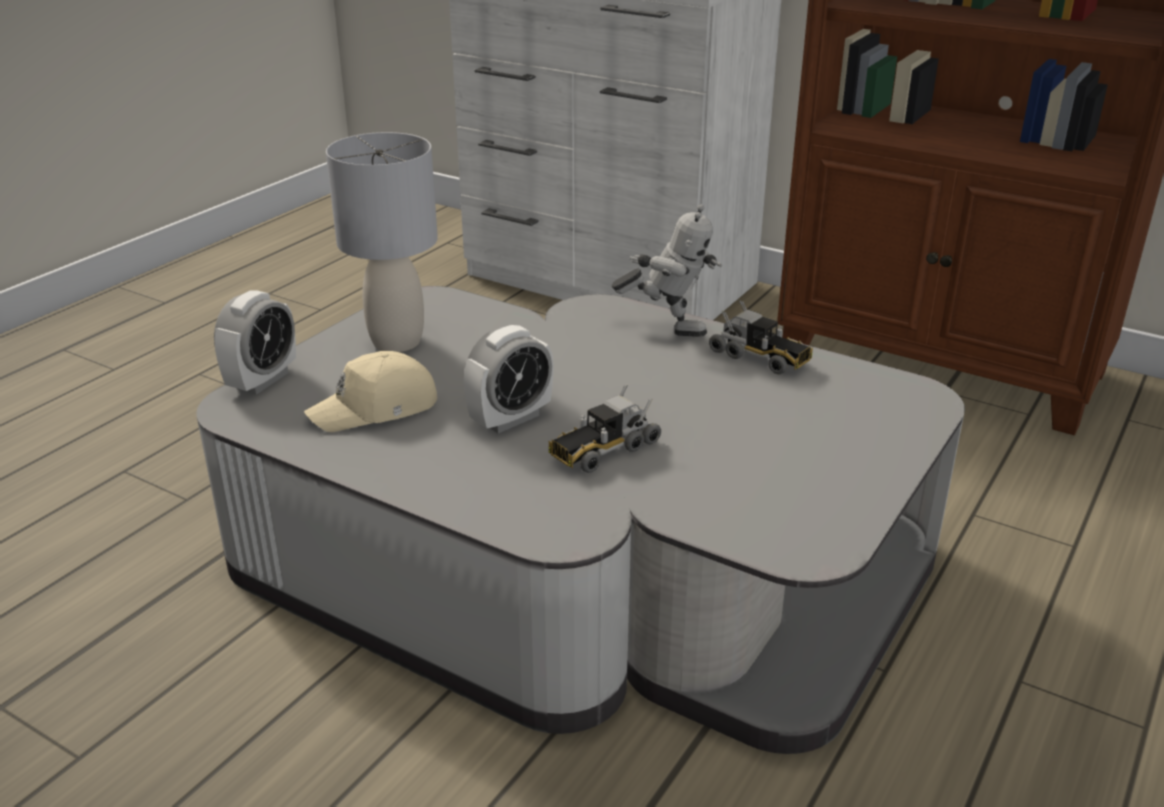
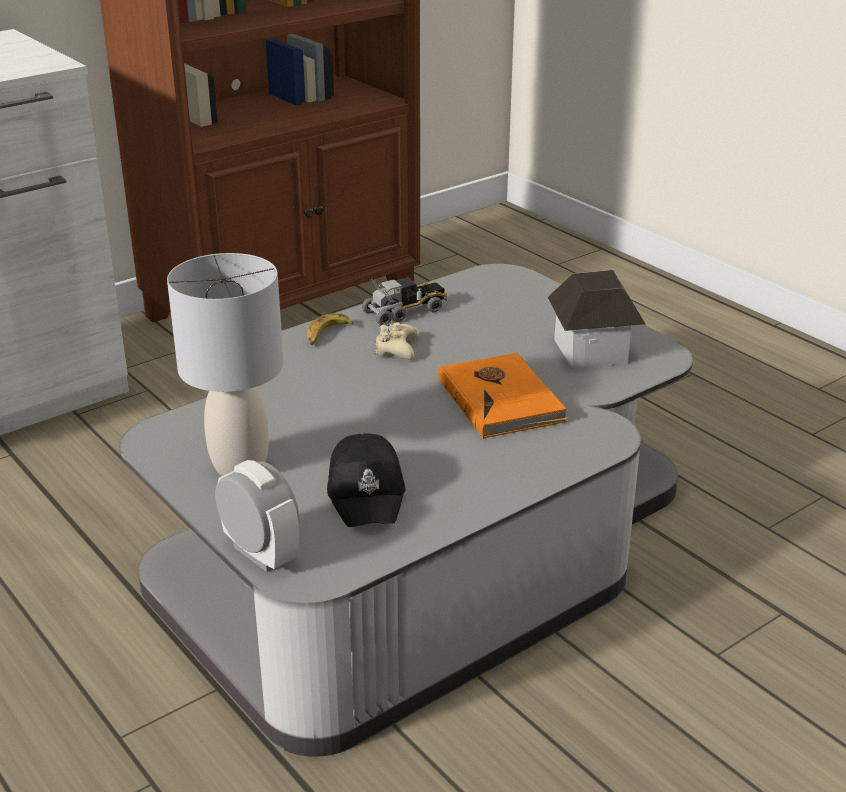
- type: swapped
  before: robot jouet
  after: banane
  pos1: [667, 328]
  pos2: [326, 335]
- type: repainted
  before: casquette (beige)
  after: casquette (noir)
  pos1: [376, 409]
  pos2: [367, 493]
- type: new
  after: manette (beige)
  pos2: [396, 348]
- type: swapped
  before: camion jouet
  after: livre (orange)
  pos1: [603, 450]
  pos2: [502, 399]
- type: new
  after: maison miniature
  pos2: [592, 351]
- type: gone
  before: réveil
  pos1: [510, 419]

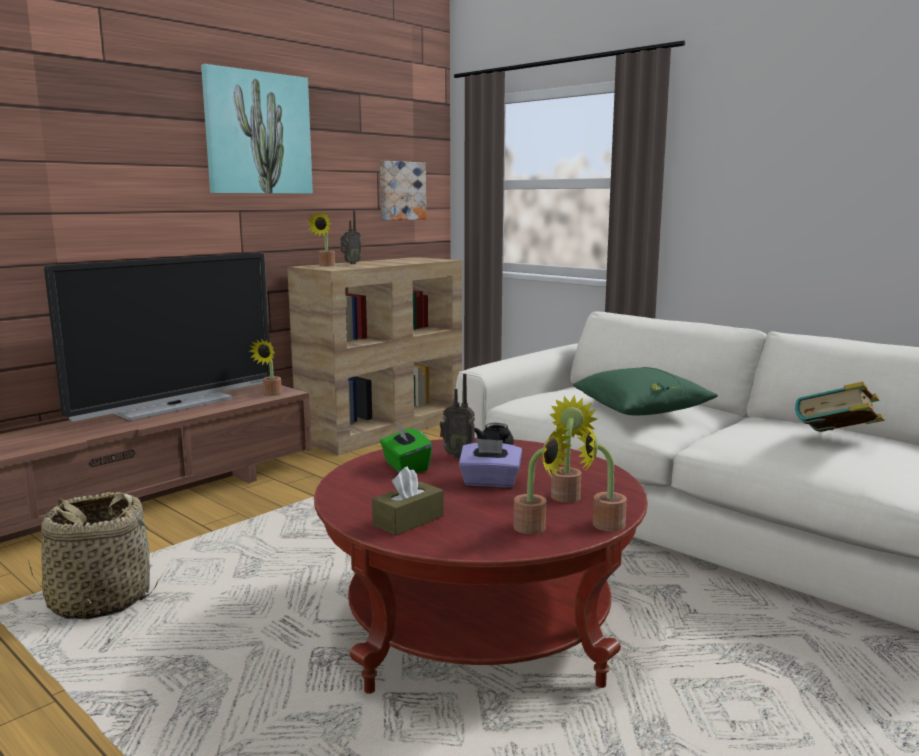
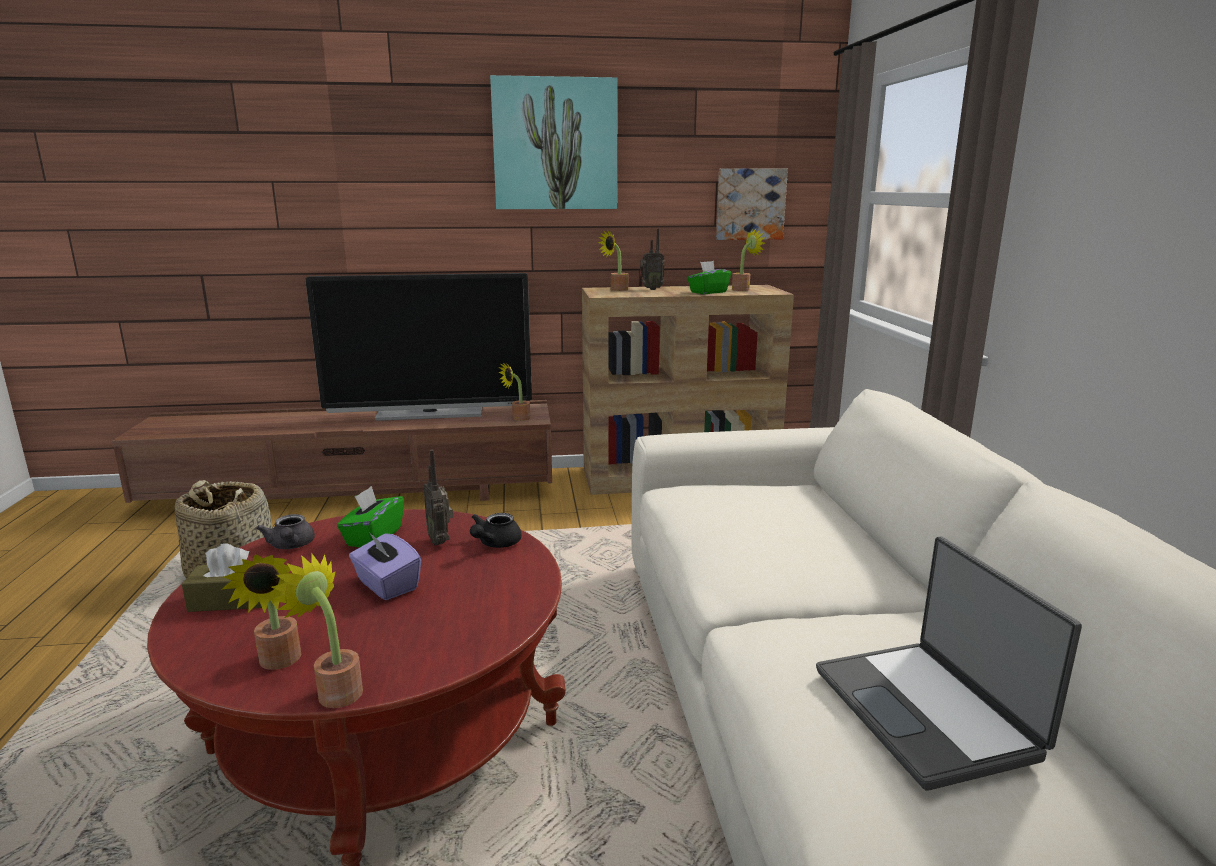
- type: new
  after: théière (gris)
  pos2: [291, 546]
- type: new
  after: boîte à mouchoirs (vert)
  pos2: [708, 292]
- type: shifted
  before: plante en pot
  pos1: [567, 494]
  pos2: [743, 289]
- type: swapped
  before: livre
  after: ordinateur portable
  pos1: [836, 441]
  pos2: [927, 712]
- type: gone
  before: coussin (vert)
  pos1: [641, 410]

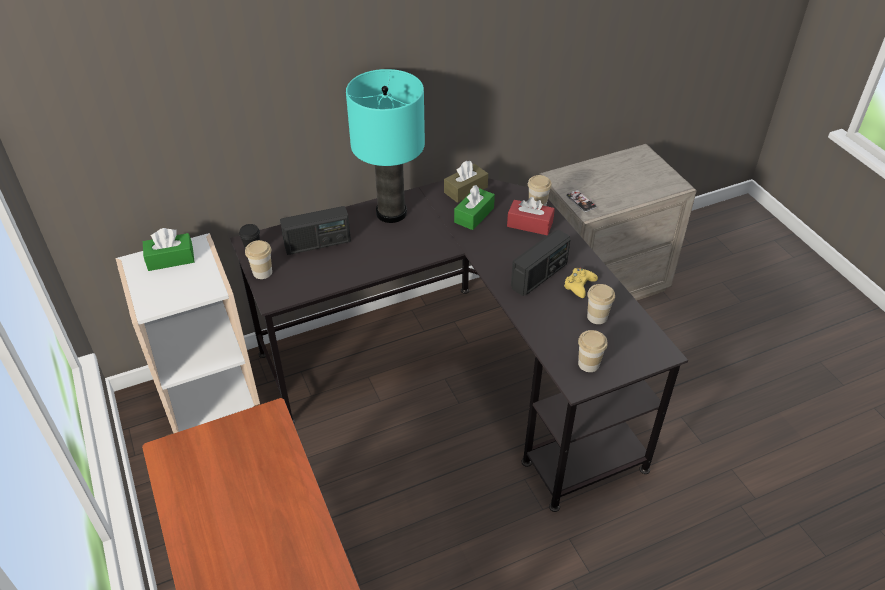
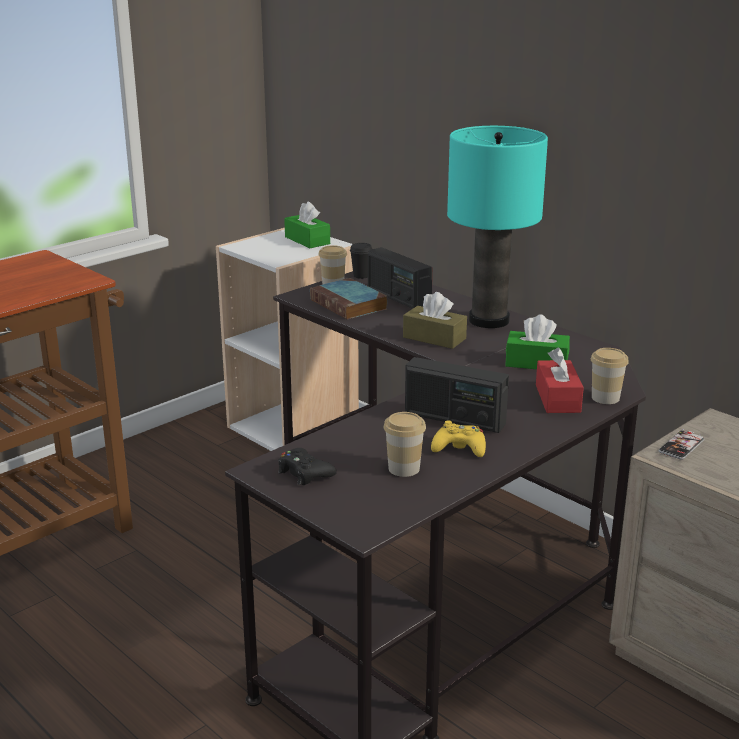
- type: swapped
  before: tasse
  after: manette (noir)
  pos1: [588, 364]
  pos2: [304, 473]
- type: new
  after: livre
  pos2: [350, 305]
- type: shifted
  before: boîte à mouchoirs (marron)
  pos1: [465, 190]
  pos2: [434, 338]

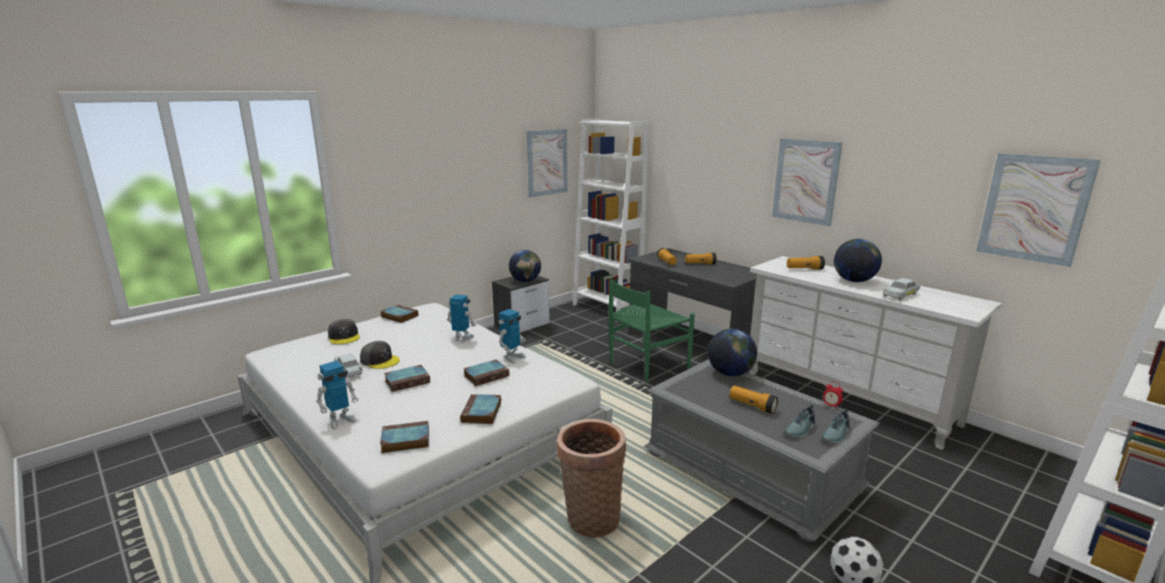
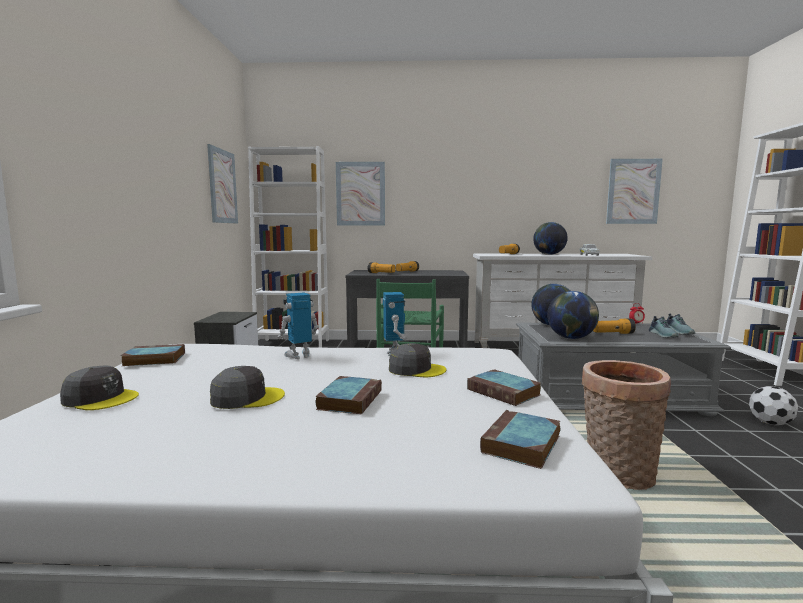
- type: shifted
  before: tableau
  pos1: [805, 181]
  pos2: [360, 194]
- type: swapped
  before: livre
  after: casquette (gris)
  pos1: [487, 375]
  pos2: [416, 369]
- type: shifted
  before: globe
  pos1: [525, 281]
  pos2: [571, 338]
- type: gone
  before: robot jouet
  pos1: [340, 420]
- type: gone
  before: petite voiture (blanc)
  pos1: [348, 371]

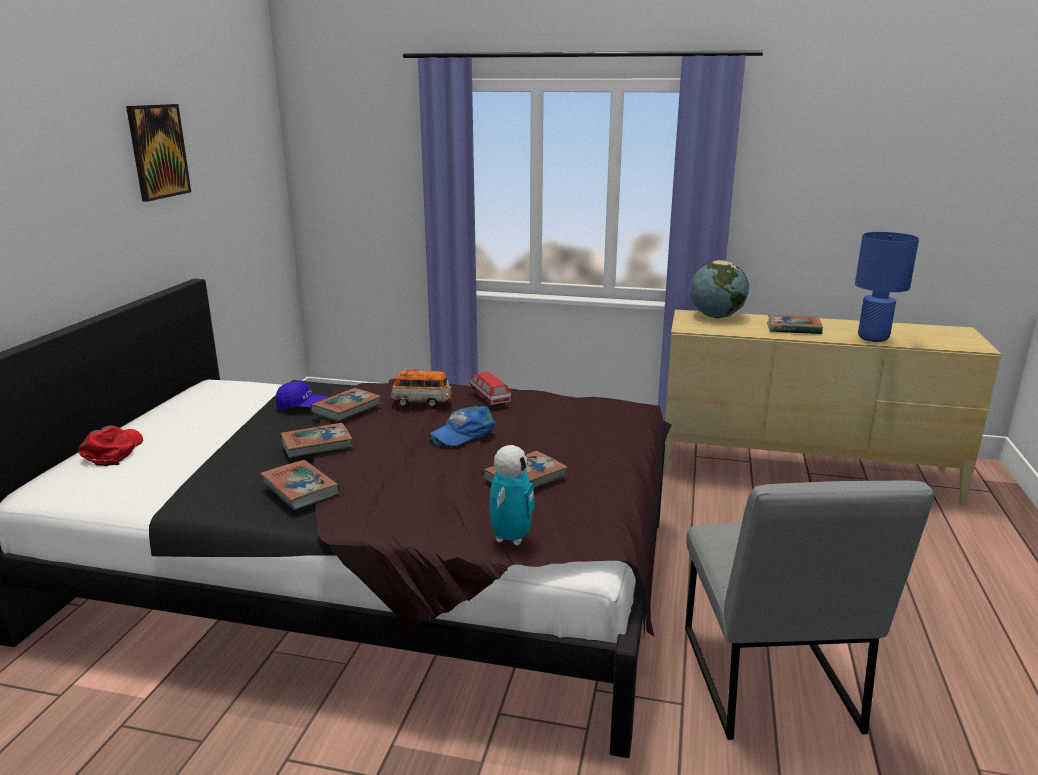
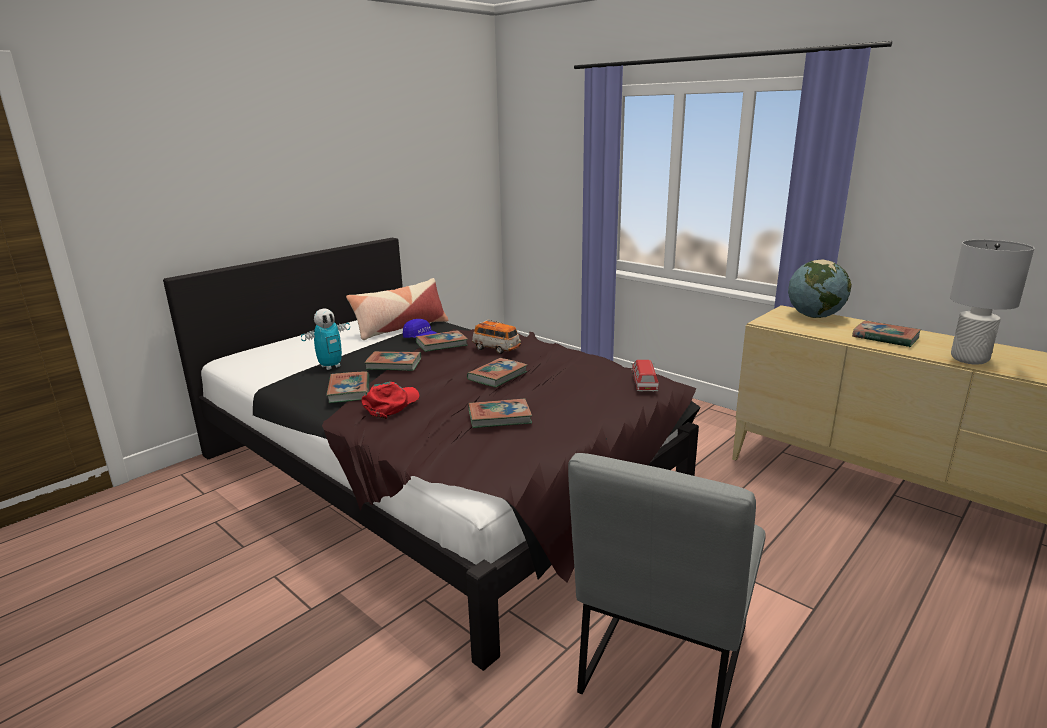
- type: shifted
  before: robot jouet
  pos1: [511, 538]
  pos2: [331, 366]
- type: new
  after: coussin
  pos2: [401, 328]
- type: shifted
  before: casquette (rouge)
  pos1: [114, 451]
  pos2: [391, 404]
- type: swapped
  before: casquette (bleu)
  after: livre
  pos1: [463, 433]
  pos2: [497, 376]
- type: shifted
  before: petite voiture
  pos1: [489, 397]
  pos2: [644, 384]
- type: repainted
  before: lampe de table (bleu)
  after: lampe de table (gris)
  pos1: [873, 340]
  pos2: [969, 361]
- type: gone
  before: tableau
  pos1: [158, 151]

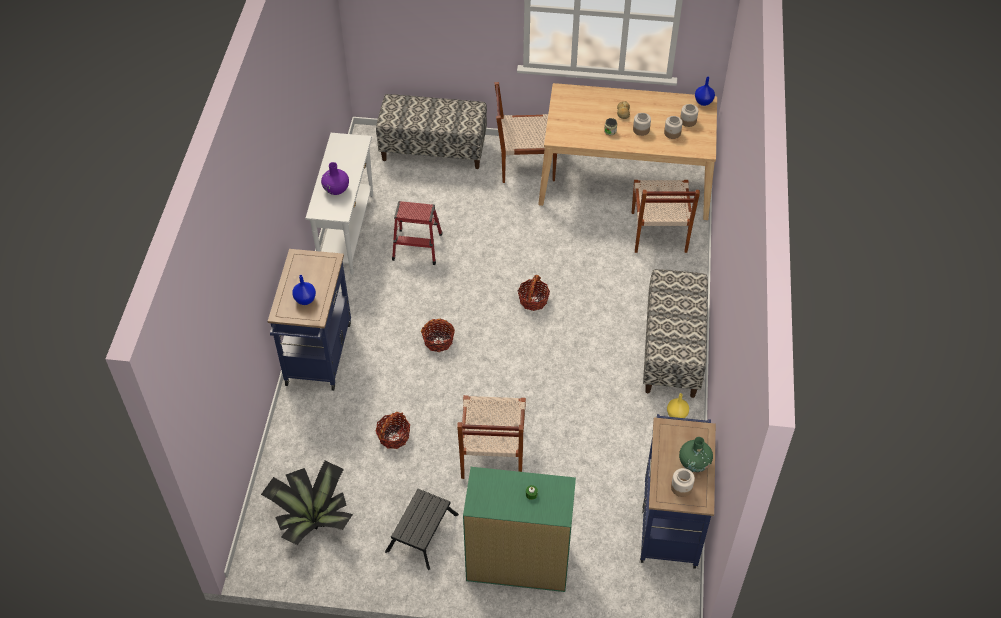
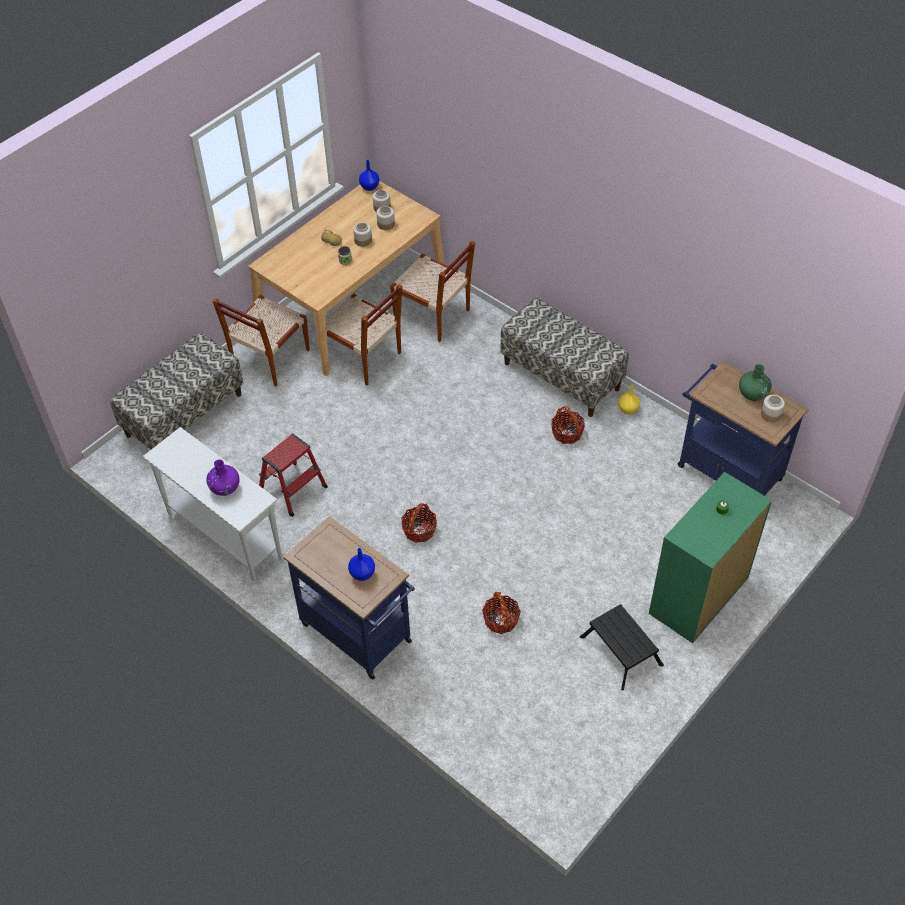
- type: shifted
  before: chaise
  pos1: [492, 455]
  pos2: [363, 358]
- type: shifted
  before: panier
  pos1: [533, 300]
  pos2: [567, 433]
- type: gone
  before: plante en pot
  pos1: [312, 517]

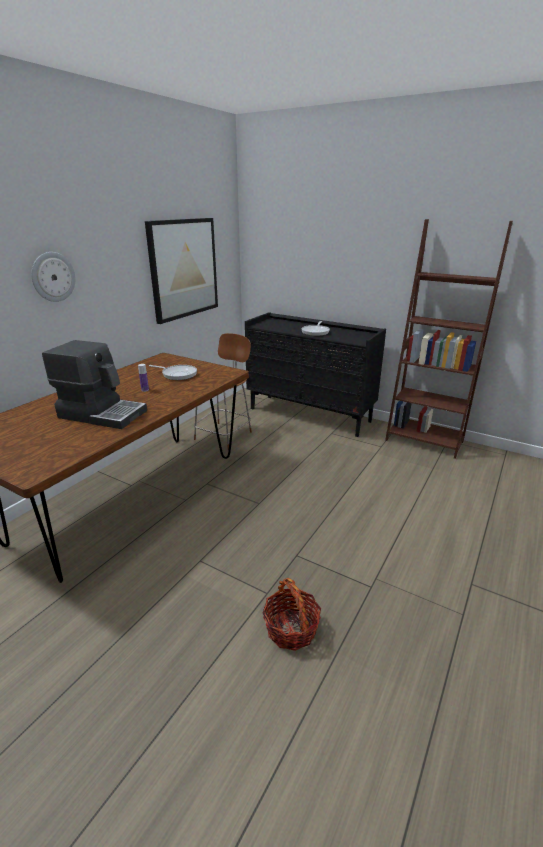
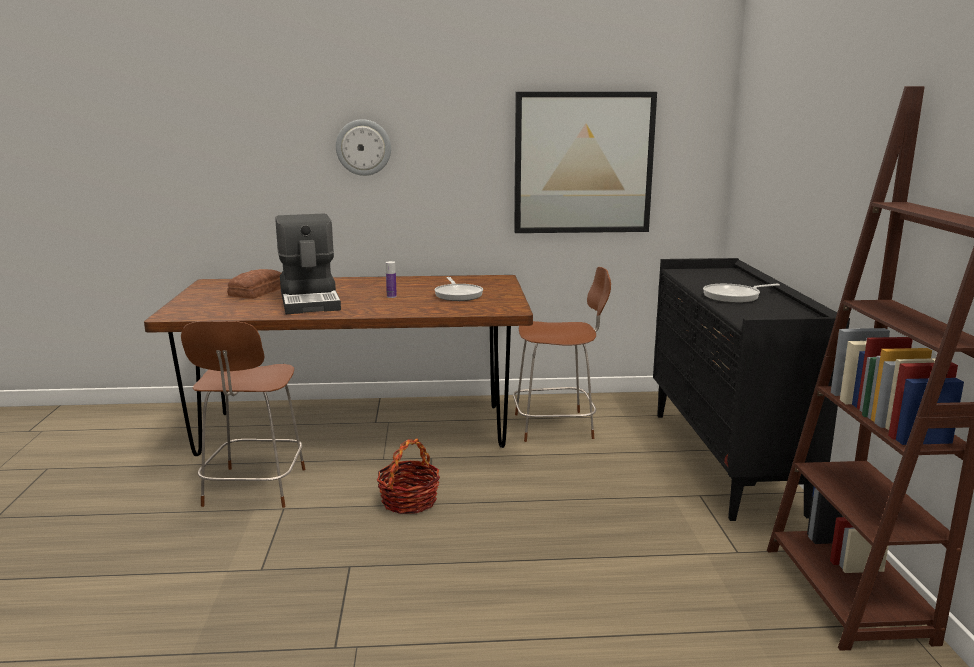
- type: new
  after: chaise (marron)
  pos2: [254, 489]
- type: new
  after: pain
  pos2: [258, 292]
- type: shifted
  before: panier
  pos1: [291, 629]
  pos2: [409, 501]

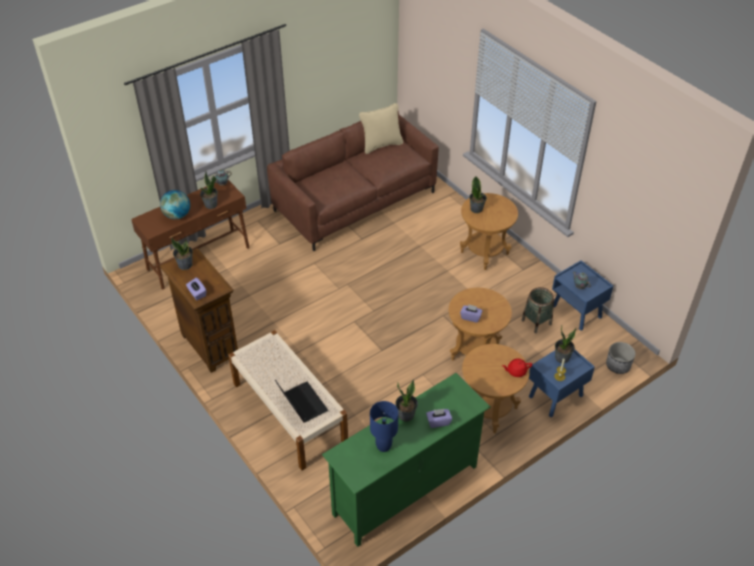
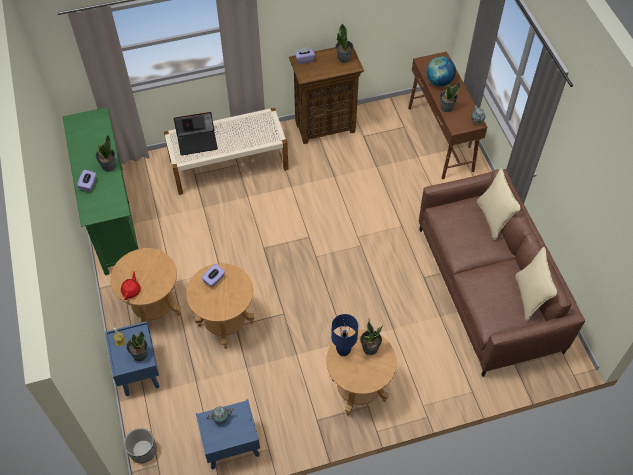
- type: shifted
  before: lampe de table (bleu)
  pos1: [383, 446]
  pos2: [343, 350]
- type: new
  after: coussin (beige)
  pos2: [493, 219]
- type: gone
  before: panier
  pos1: [536, 322]

